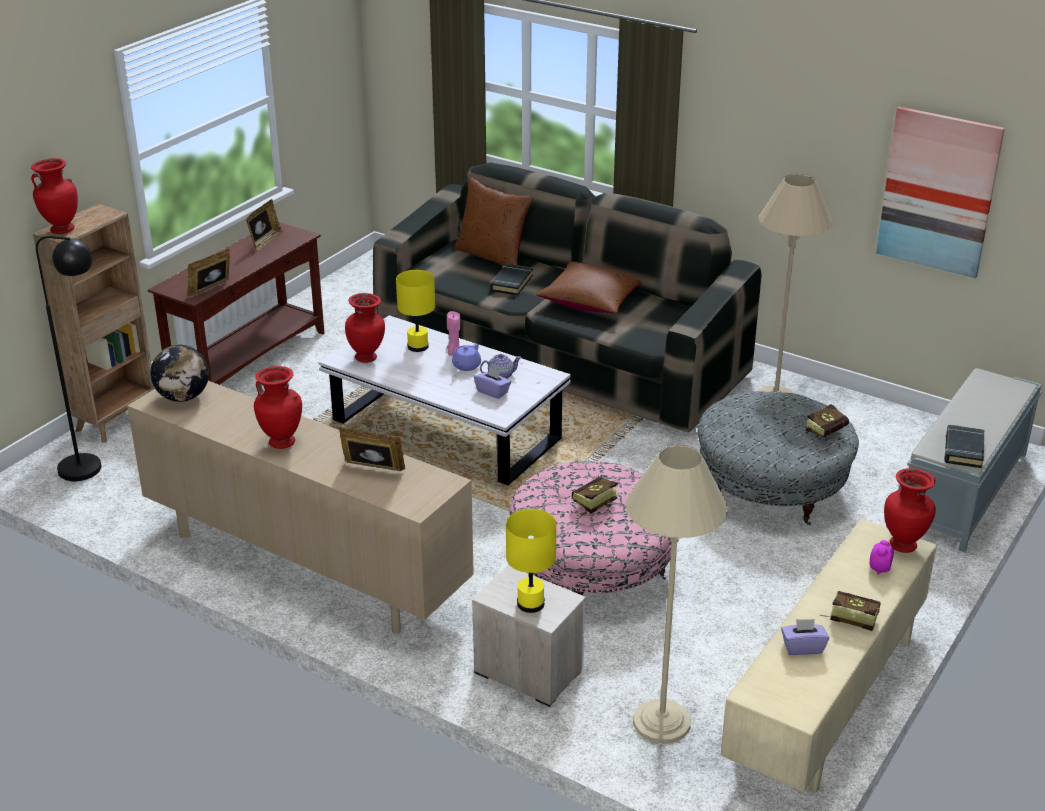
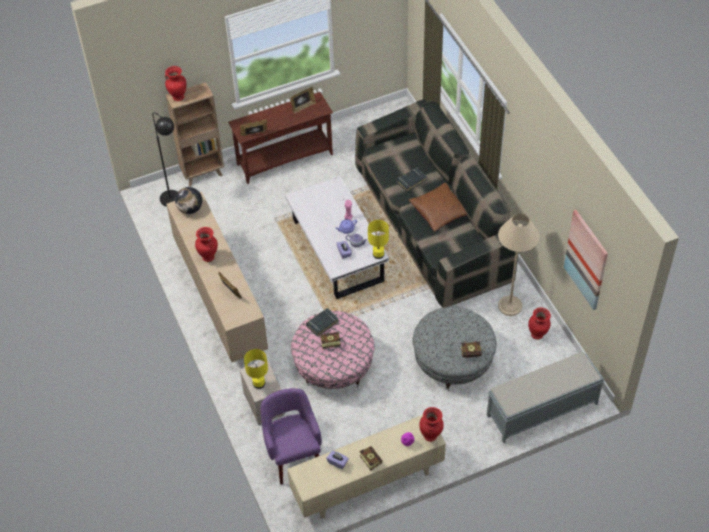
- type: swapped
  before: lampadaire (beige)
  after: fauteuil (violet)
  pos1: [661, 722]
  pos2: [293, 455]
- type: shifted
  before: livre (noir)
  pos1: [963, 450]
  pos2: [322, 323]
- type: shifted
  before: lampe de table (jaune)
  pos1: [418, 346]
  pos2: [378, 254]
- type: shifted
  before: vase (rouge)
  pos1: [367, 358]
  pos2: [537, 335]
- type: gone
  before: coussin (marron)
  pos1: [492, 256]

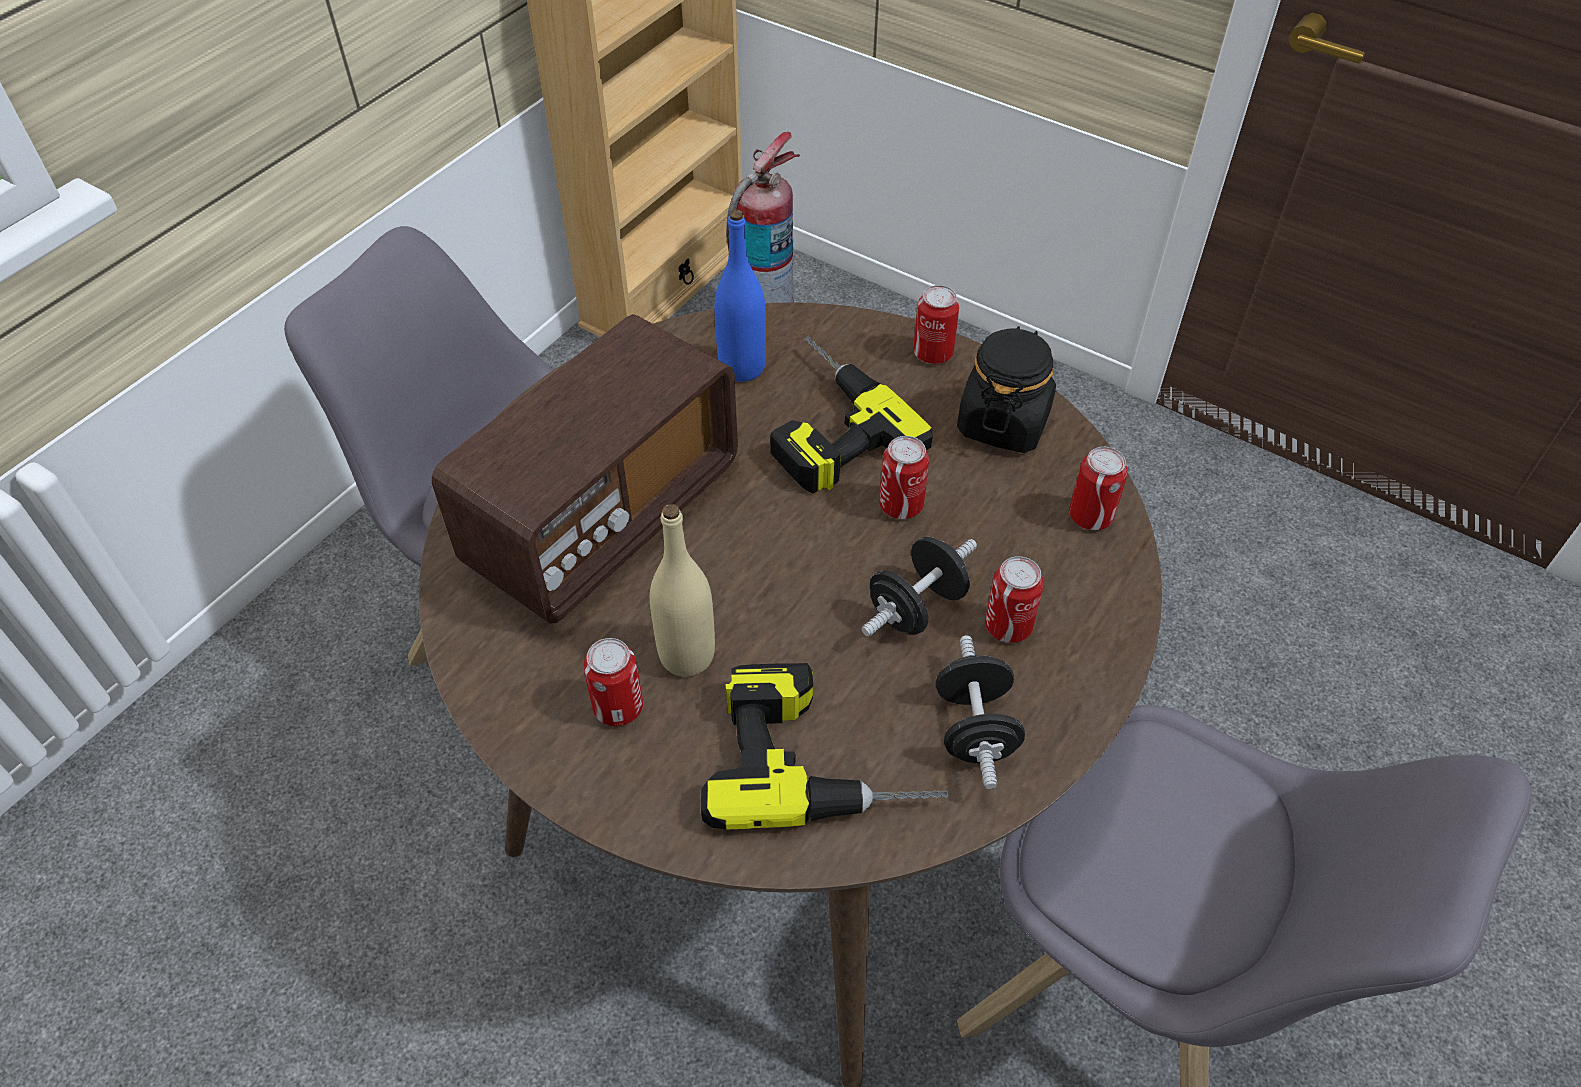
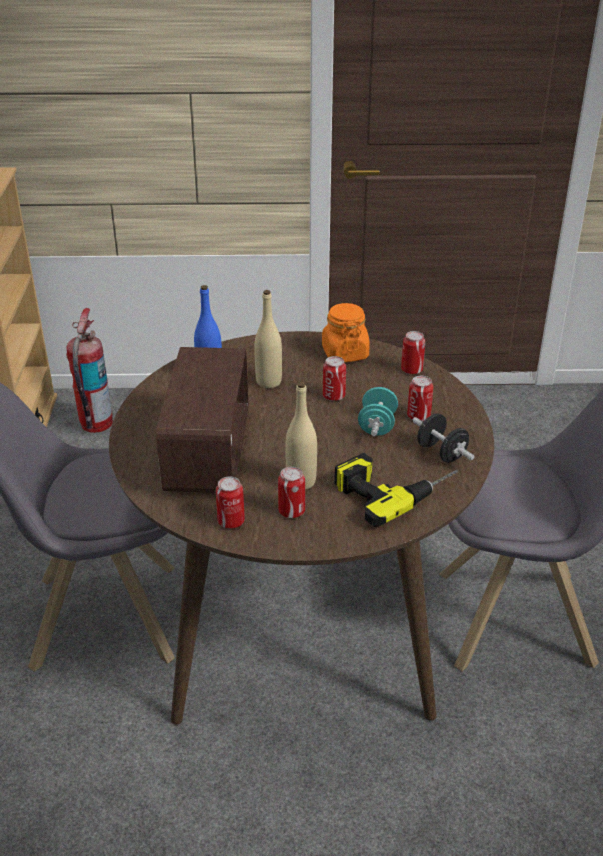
- type: shifted
  before: boîte métallique
  pos1: [933, 353]
  pos2: [231, 521]
- type: swapped
  before: perceuse
  after: bouteille (beige)
  pos1: [822, 422]
  pos2: [268, 382]
- type: repainted
  before: bocal (noir)
  after: bocal (orange)
  pos1: [1003, 422]
  pos2: [344, 353]
- type: repainted
  before: haltère (noir)
  after: haltère (turquoise)
  pos1: [916, 607]
  pos2: [377, 425]

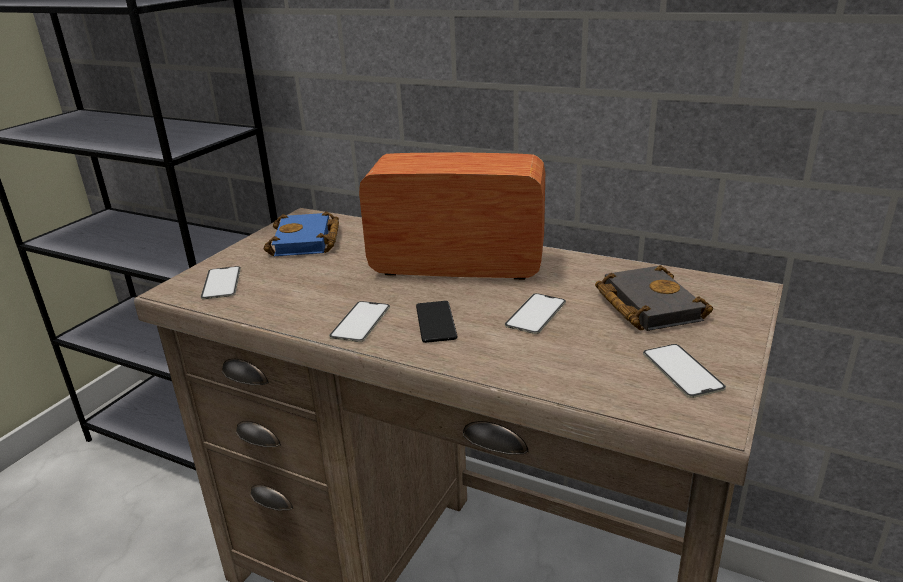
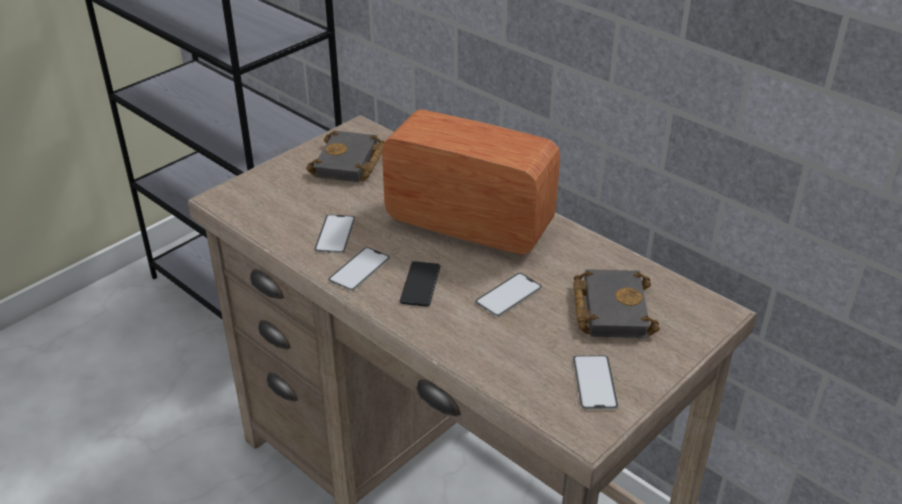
- type: repainted
  before: livre (bleu)
  after: livre (noir)
  pos1: [307, 242]
  pos2: [349, 164]
- type: shifted
  before: téléphone
  pos1: [221, 283]
  pos2: [335, 234]

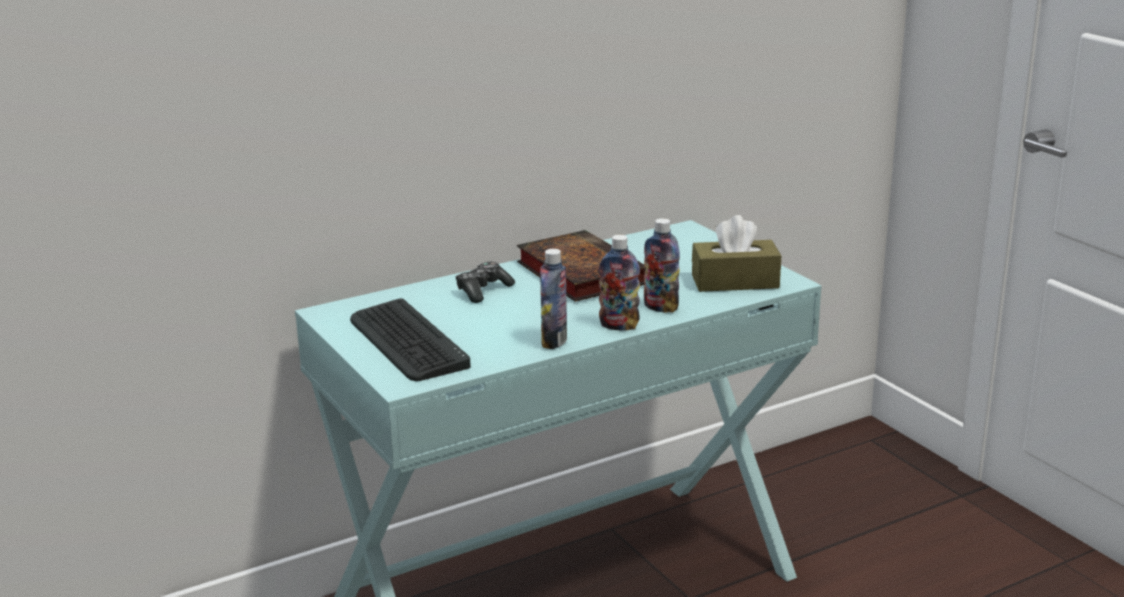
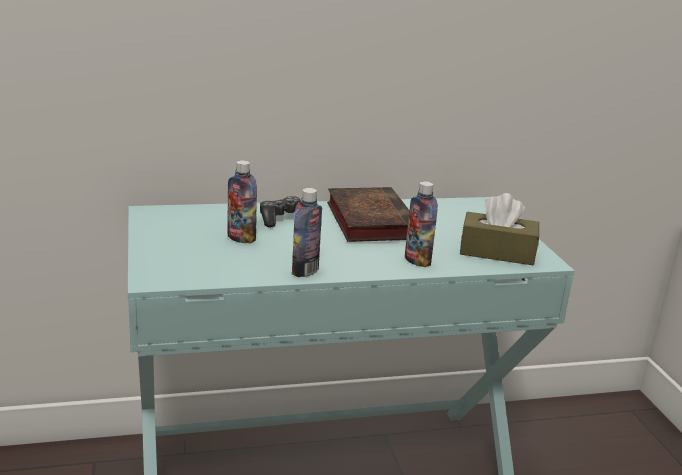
- type: shifted
  before: bouteille
  pos1: [619, 326]
  pos2: [241, 238]
- type: gone
  before: clavier
  pos1: [407, 342]

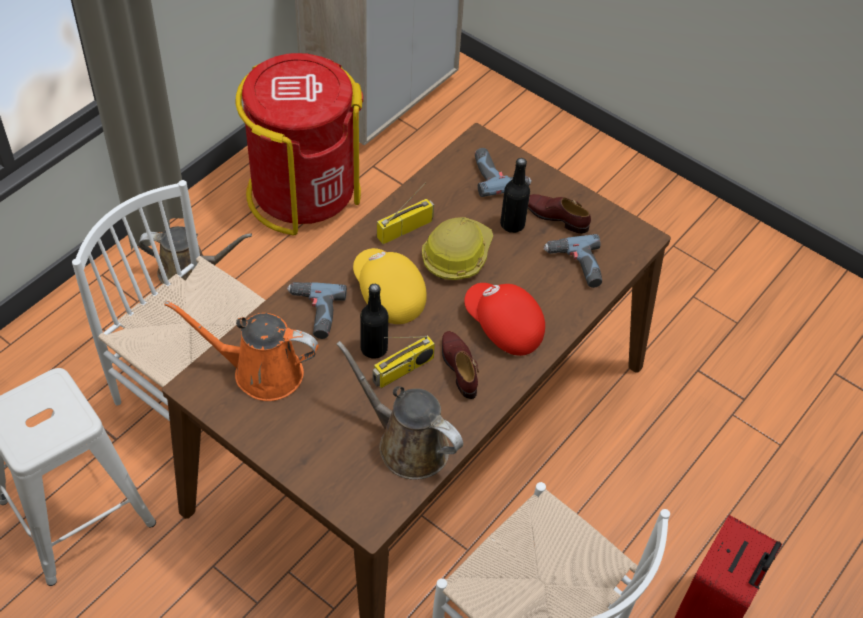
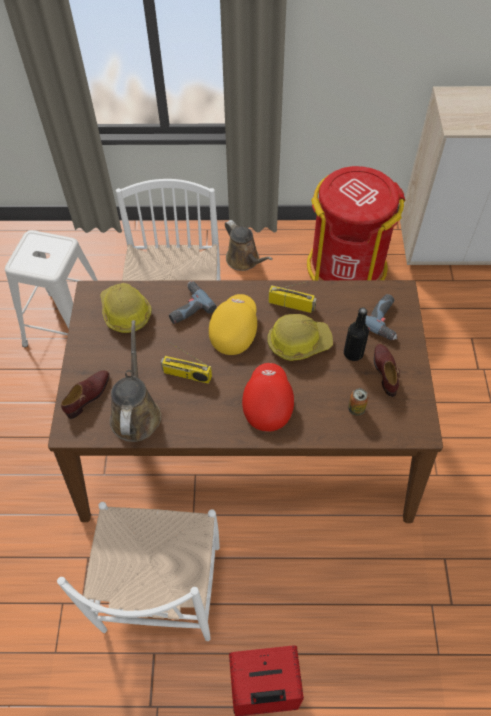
- type: shifted
  before: chaussure (marron)
  pos1: [459, 367]
  pos2: [88, 396]
- type: swapped
  before: arrosoir (orange)
  after: casque de chantier
  pos1: [260, 372]
  pos2: [125, 312]
- type: swapped
  before: perceuse
  after: boîte métallique
  pos1: [575, 266]
  pos2: [356, 409]
- type: gone
  before: bouteille (noir)
  pos1: [374, 348]

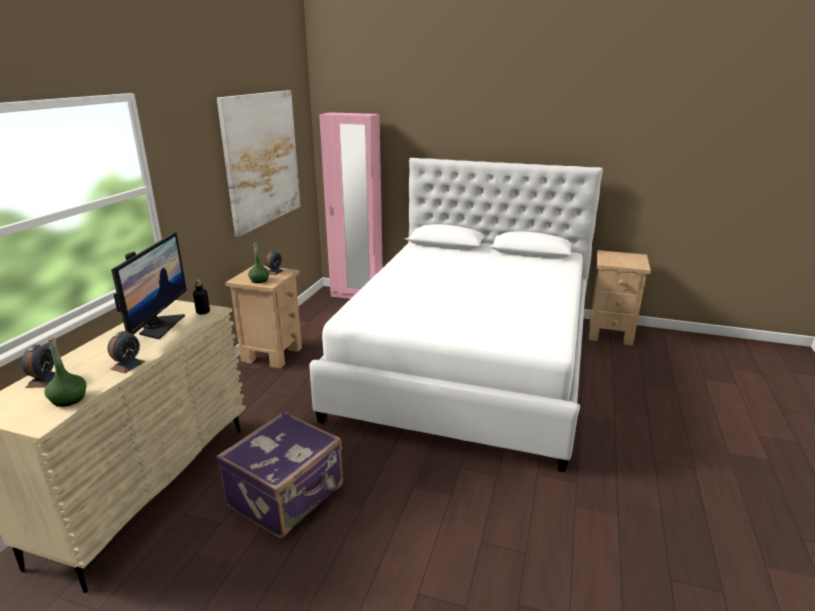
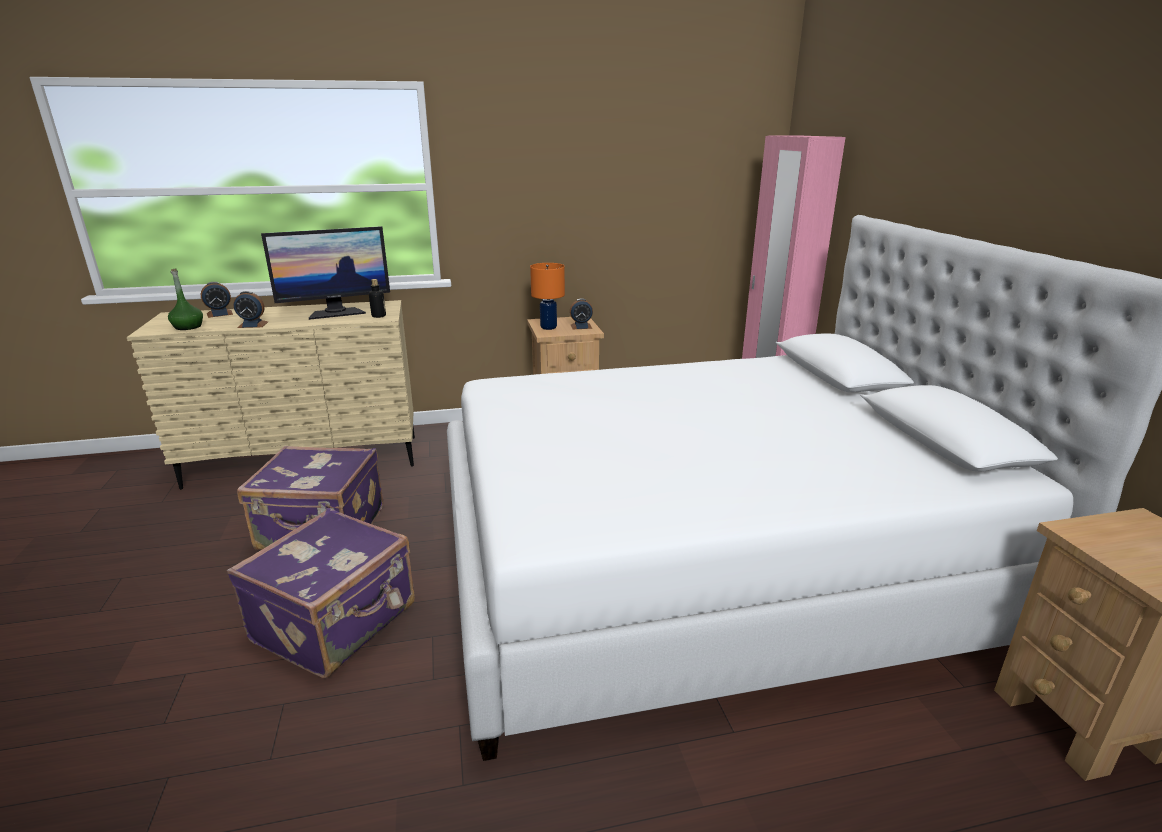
- type: new
  after: valise (violet)
  pos2: [337, 623]
- type: swapped
  before: bouteille (vert)
  after: lampe de table (orange)
  pos1: [259, 280]
  pos2: [549, 328]
- type: gone
  before: tableau
  pos1: [262, 159]

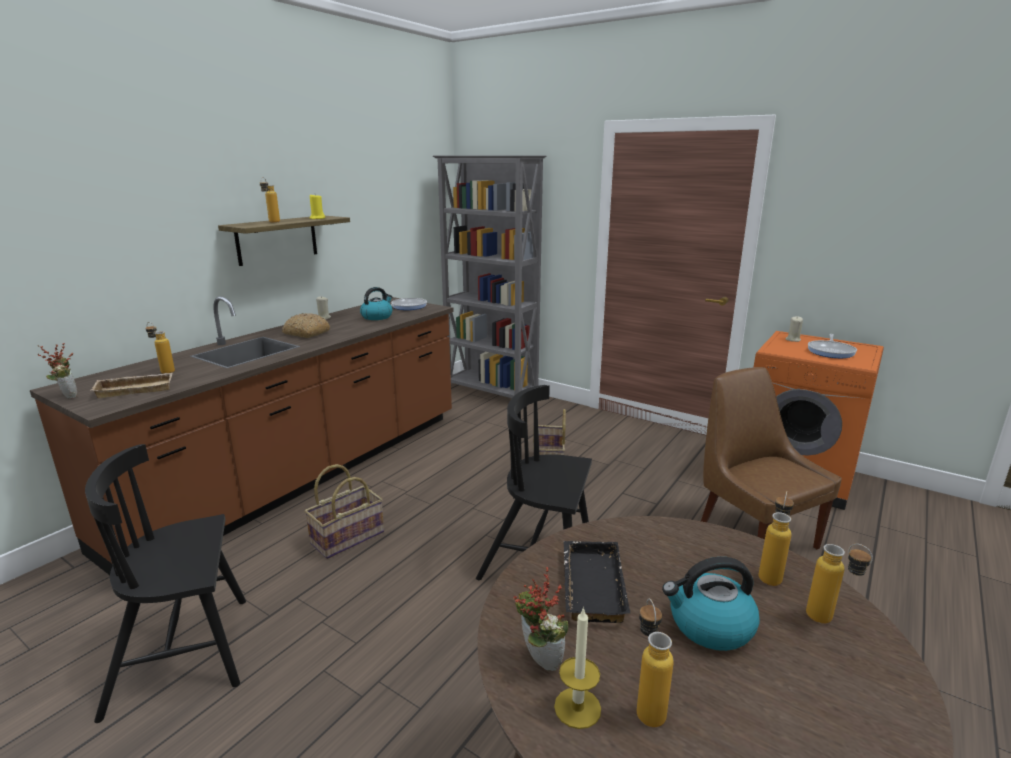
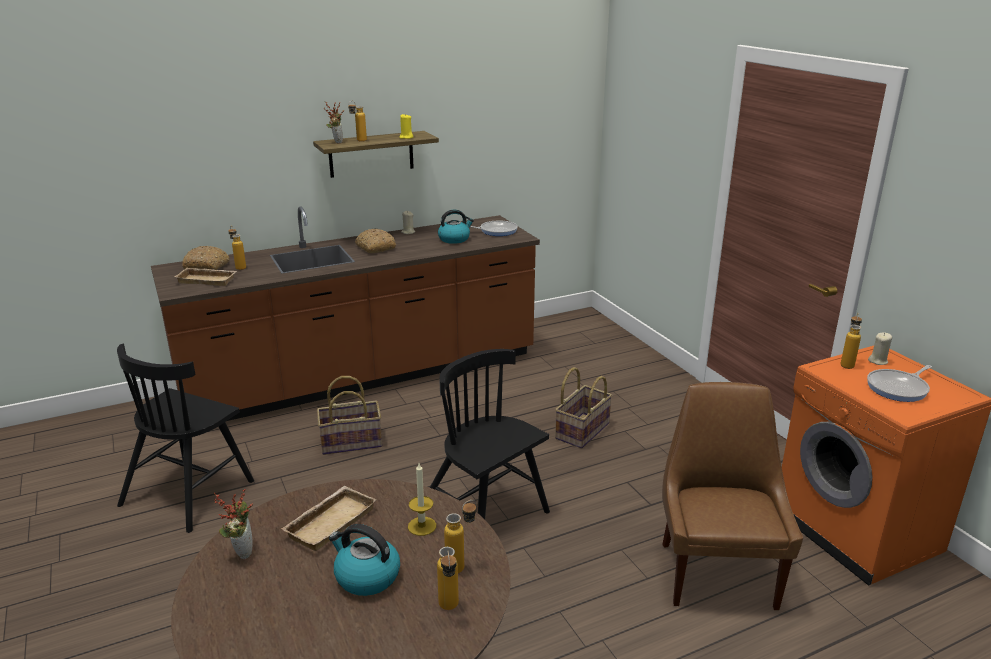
- type: rotated
  before: chaise (noir)
  pos1: [189, 651]
  pos2: [192, 488]
  turn: -75
- type: new
  after: pain
  pos2: [207, 266]
- type: repainted
  before: plateau (noir)
  after: plateau (beige)
  pos1: [589, 585]
  pos2: [330, 521]
- type: shifted
  before: plante en pot
  pos1: [67, 396]
  pos2: [336, 142]
- type: shifted
  before: bougie
  pos1: [577, 708]
  pos2: [422, 526]
- type: shifted
  before: bouteille
  pos1: [646, 705]
  pos2: [847, 363]
- type: gone
  before: bibliothèque (gris)
  pos1: [491, 392]

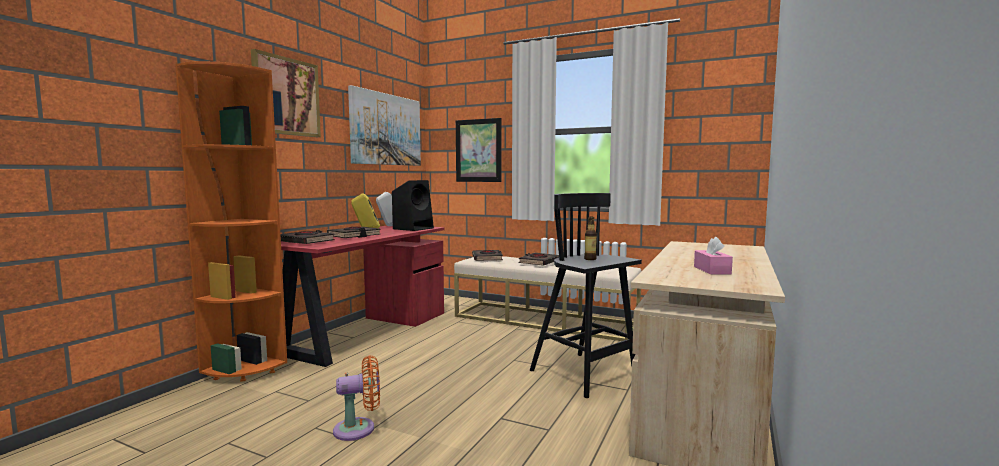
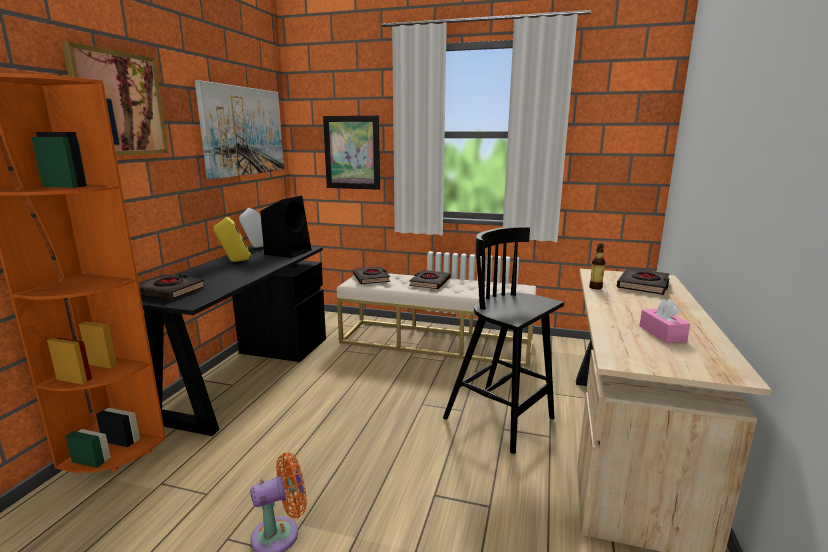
- type: repainted
  before: bureau (rouge)
  after: bureau (noir)
  pos1: [366, 332]
  pos2: [245, 375]
- type: shifted
  before: bouteille
  pos1: [590, 259]
  pos2: [595, 287]
- type: shifted
  before: livre (noir)
  pos1: [354, 236]
  pos2: [643, 285]

